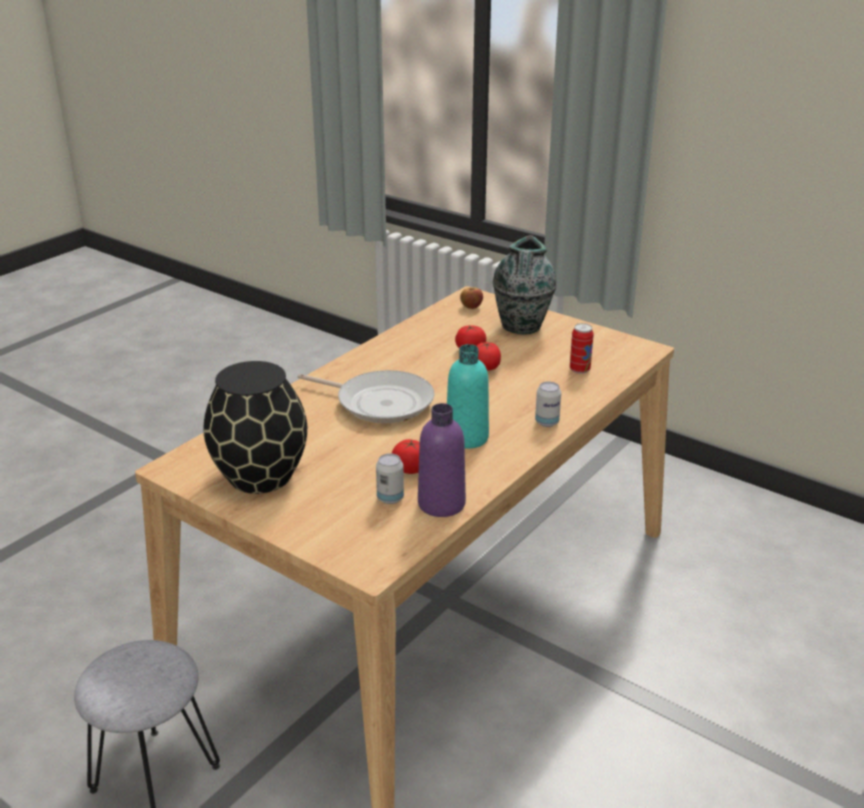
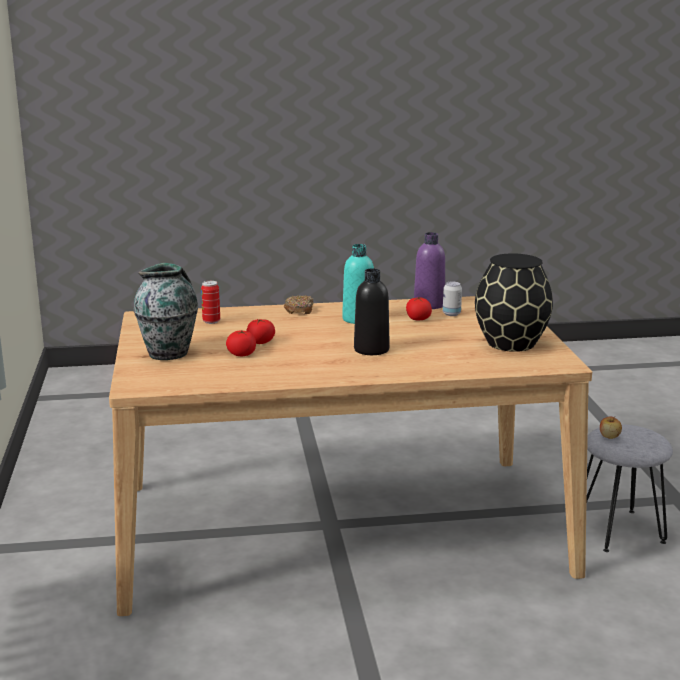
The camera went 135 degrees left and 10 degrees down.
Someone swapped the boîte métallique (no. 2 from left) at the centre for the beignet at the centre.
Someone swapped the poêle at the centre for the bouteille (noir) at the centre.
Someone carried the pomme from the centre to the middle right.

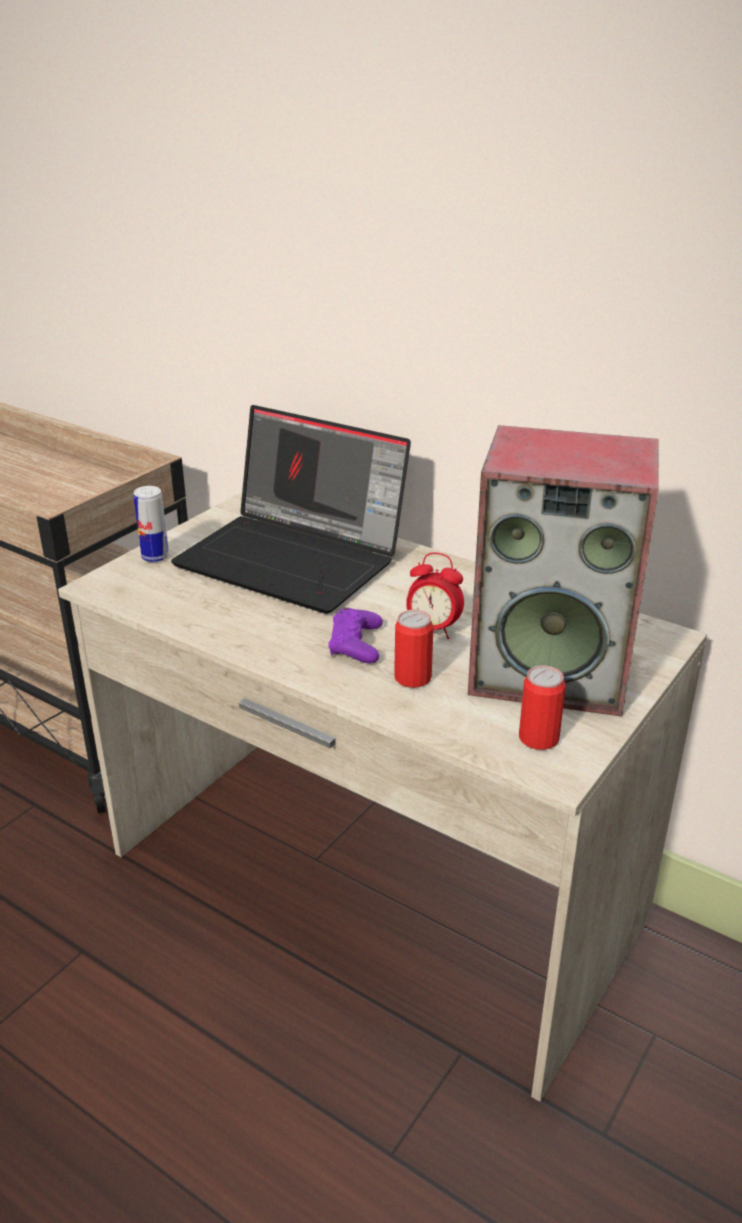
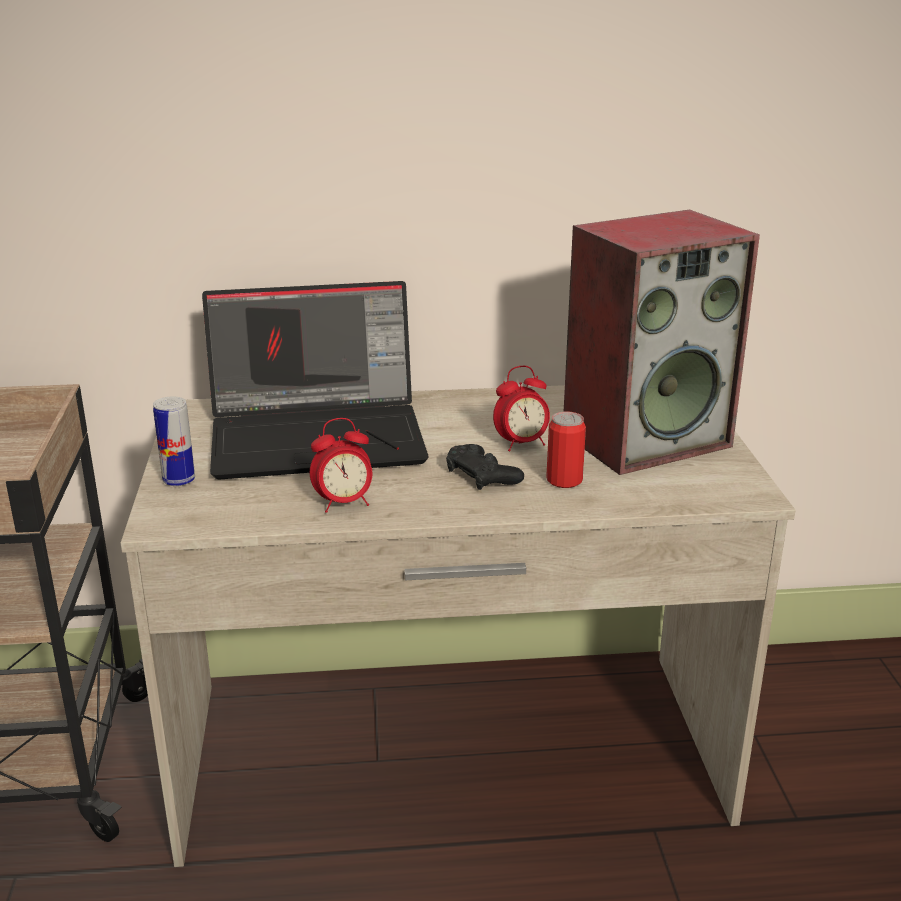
The camera went 40 degrees left and 5 degrees down.
Someone put down the réveil (no. 1 from left) at the centre.
Someone repainted the manette (violet) at the centre, which became the manette (noir) at the centre.
Someone took away the boîte métallique (no. 3 from left) at the middle right.

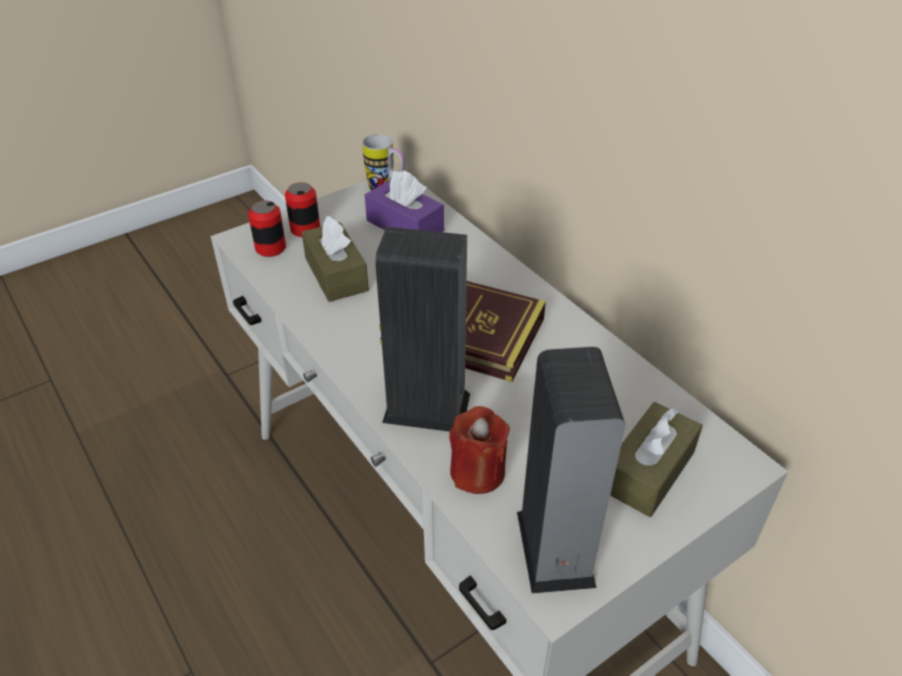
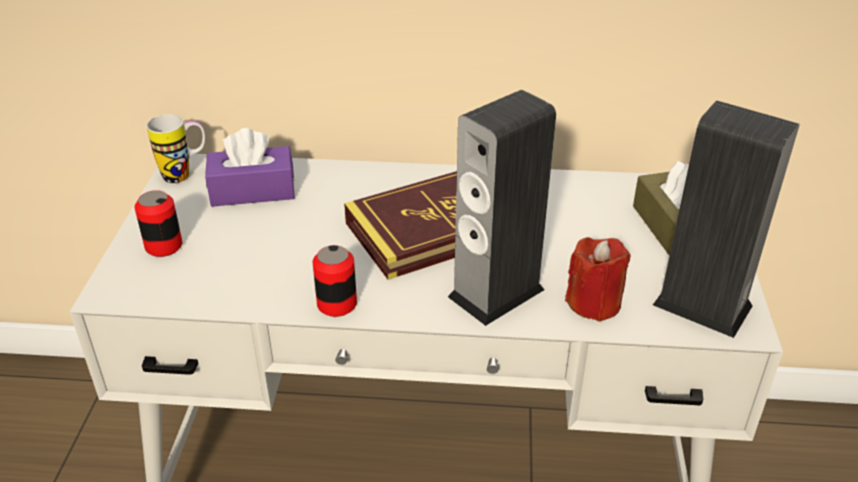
The camera went 50 degrees left and 5 degrees down.
Someone carried the boîte métallique (no. 1 from left in the first image) from the middle left to the centre.
Someone took away the boîte à mouchoirs (marron) (no. 1 from left) at the centre.

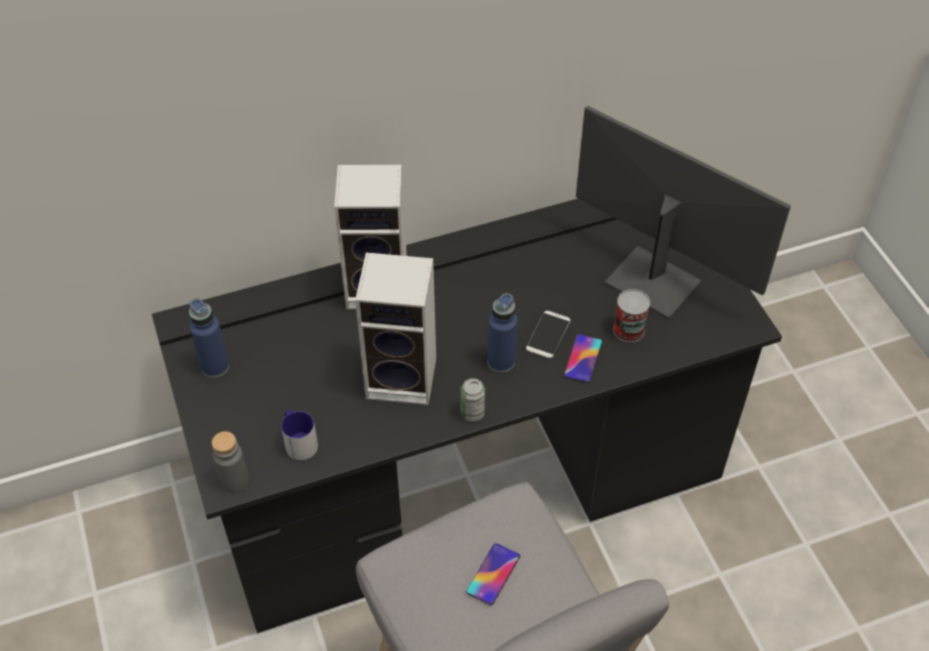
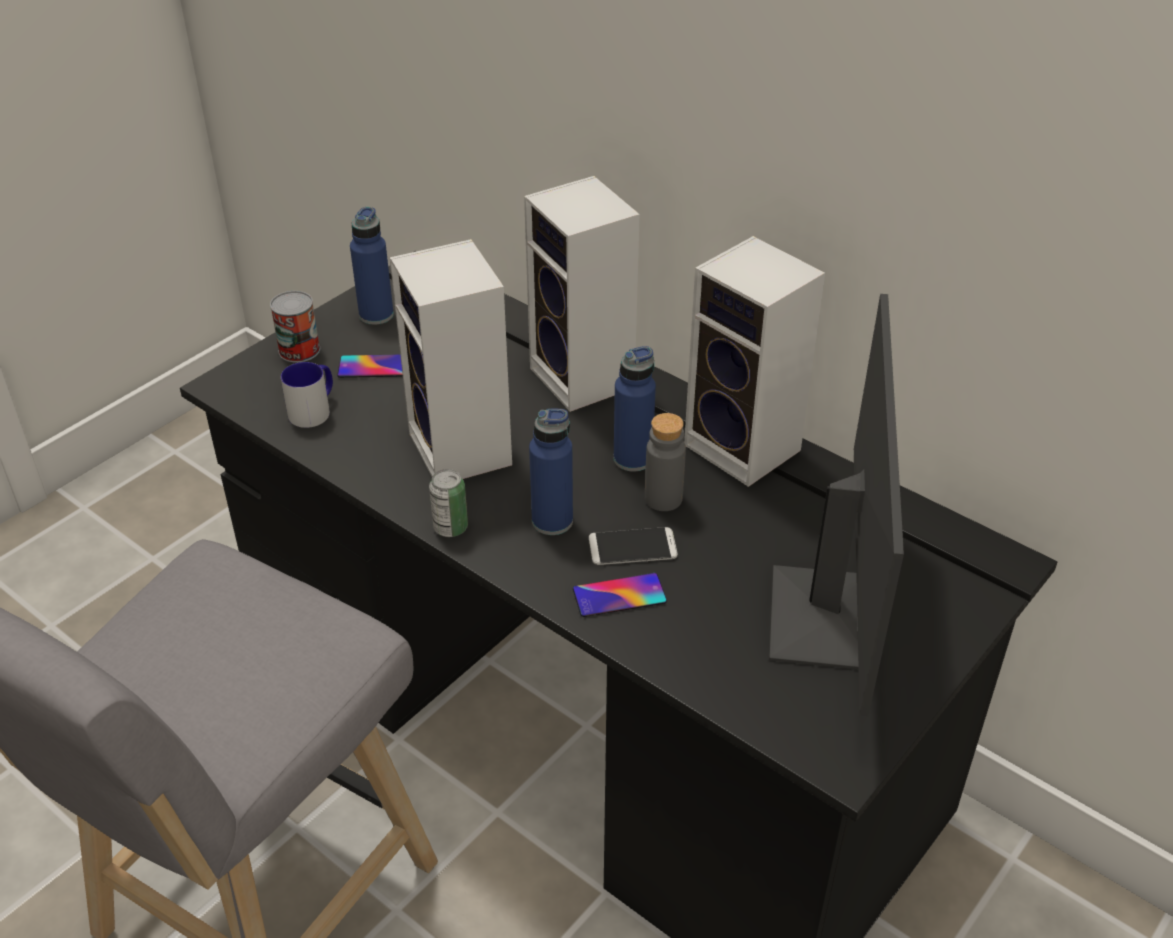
The camera went 60 degrees right and 10 degrees down.
Someone carried the boîte métallique (no. 2 from left in the first image) from the middle right to the middle left.
Someone carried the téléphone (no. 1 from left) from the bottom centre to the middle left.
Someone put down the bouteille (bleu) (no. 3 from left) at the centre.
Someone carried the bouteille (gris) from the bottom left to the centre.
Someone put down the enceinte (no. 3 from left) at the centre.

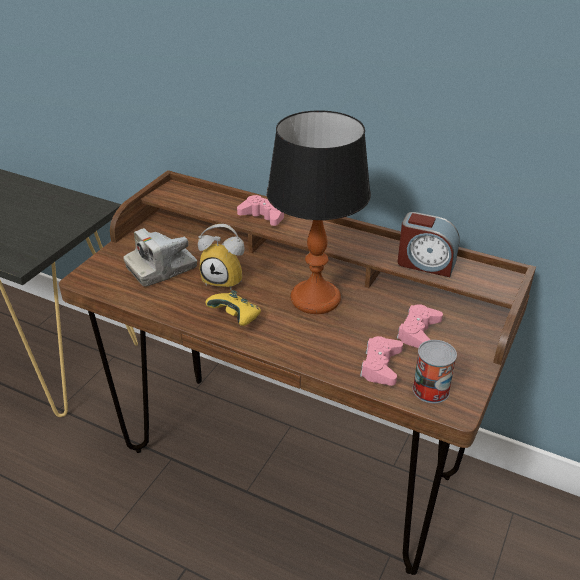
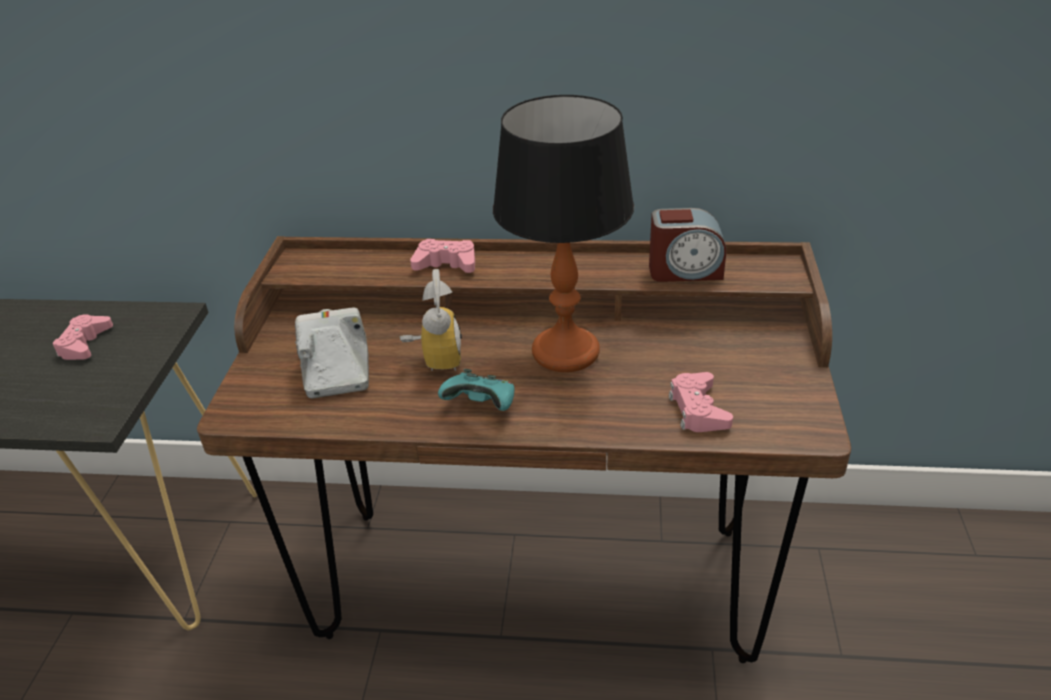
The camera went 20 degrees left and 0 degrees up.
Someone carried the manette (rose) (no. 3 from left in the first image) from the middle right to the middle left.
Someone rotated the appareil photo at the middle left by 135 degrees clockwise.
Someone rotated the réveil (no. 1 from left) at the centre by 90 degrees counterclockwise.
Someone repainted the manette (jaune) at the centre, which became the manette (turquoise) at the centre.
Someone took away the boîte métallique at the middle right.

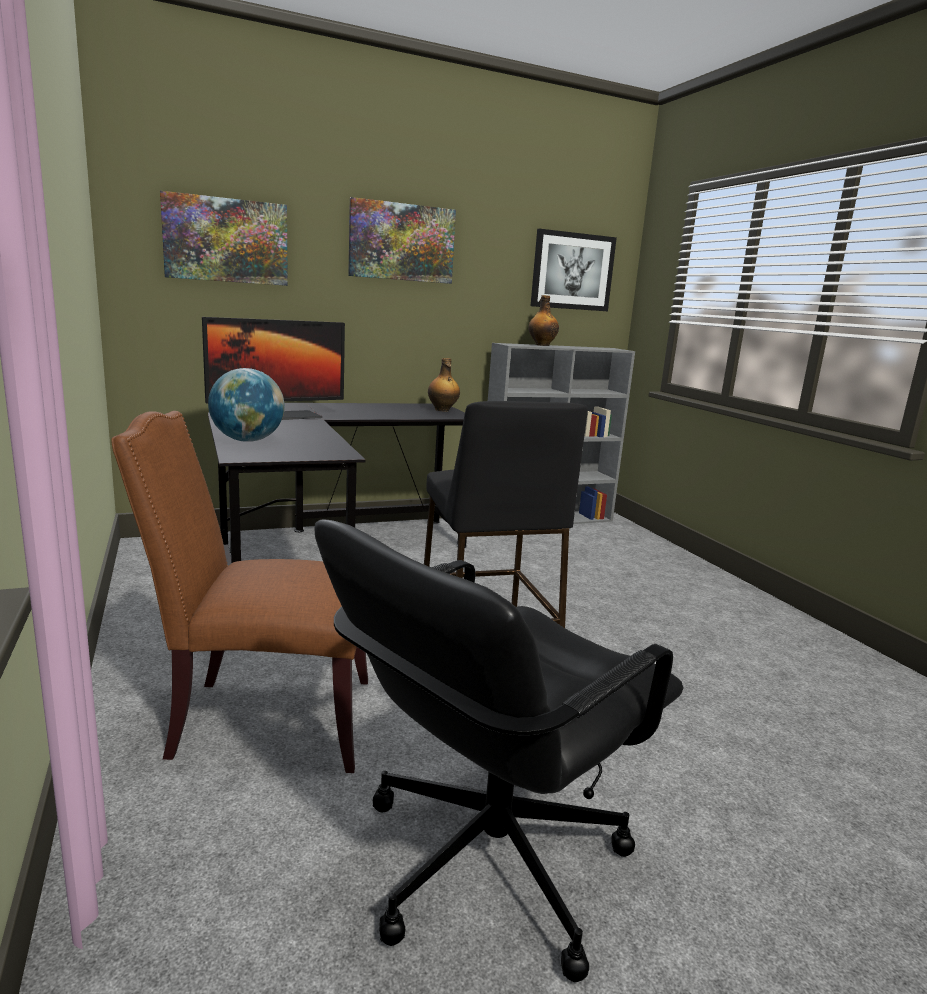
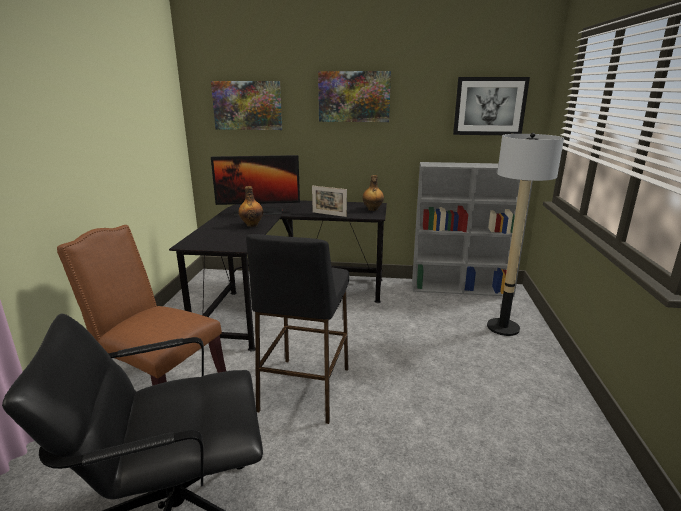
The camera went 30 degrees right and 5 degrees up.
Someone carried the bouteille (no. 2 from left in the first image) from the top centre to the centre.
Someone put down the cadre photo at the centre.
Someone put down the lampadaire at the middle right.
Someone took away the globe at the middle left.

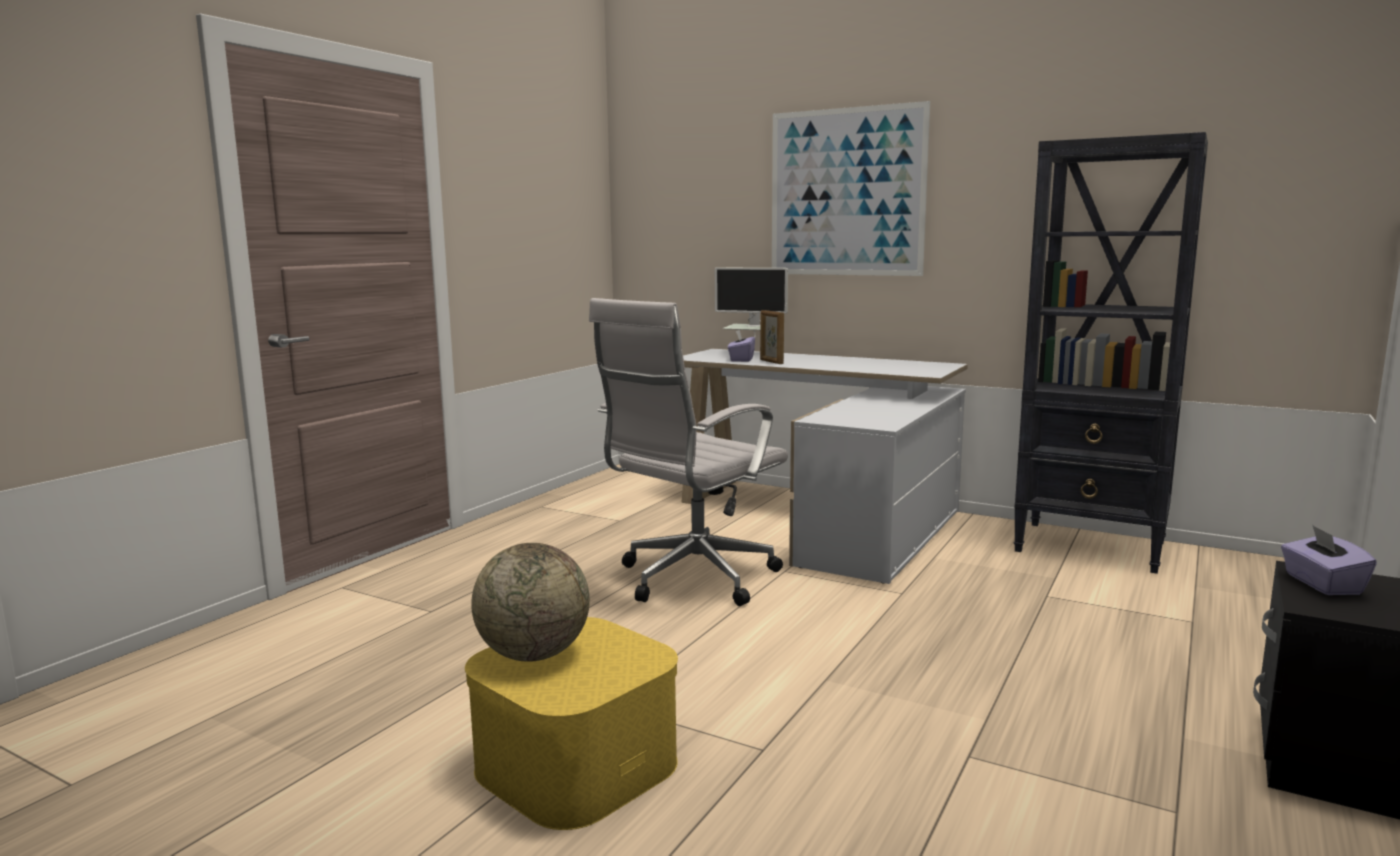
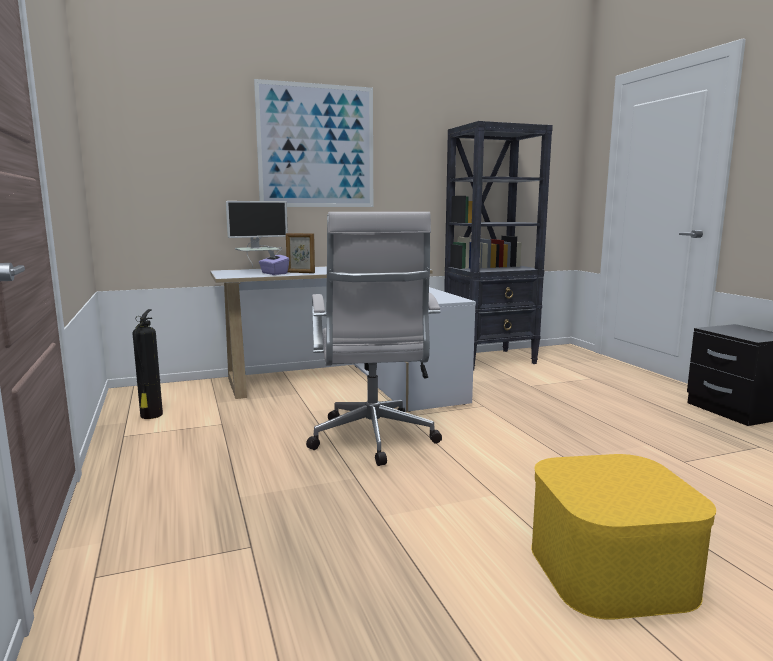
The camera went 50 degrees left and 0 degrees up.
Someone put down the extincteur at the middle left.
Someone took away the globe at the bottom centre.
Someone took away the boîte à mouchoirs (violet) (no. 2 from left) at the middle right.

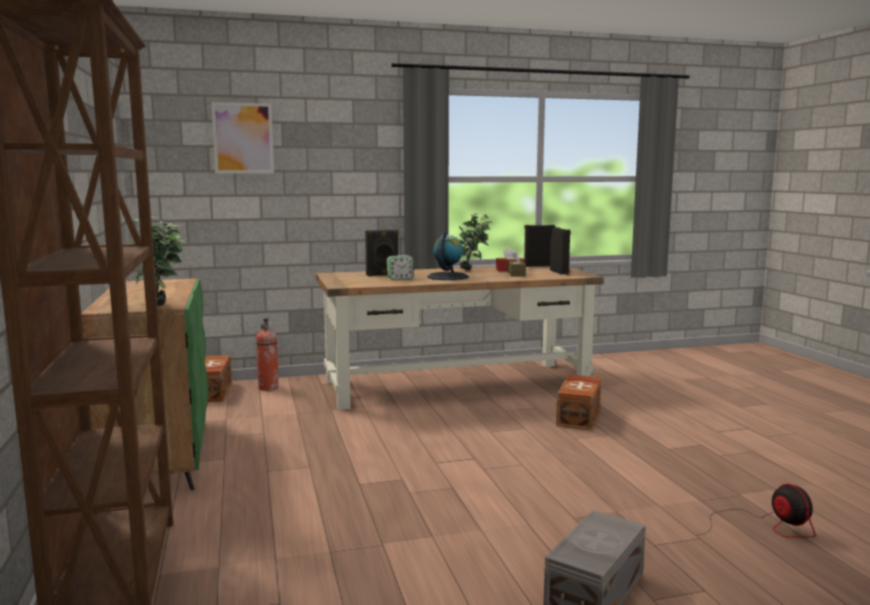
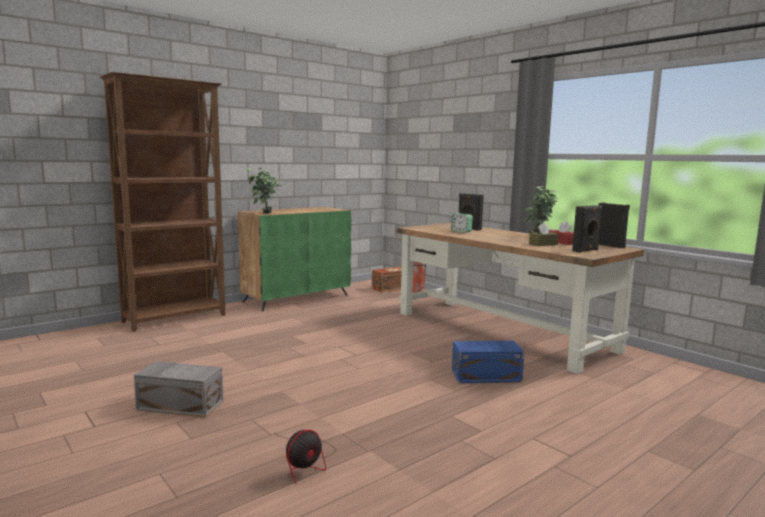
The camera went 65 degrees right and 0 degrees up.
Someone repainted the boîte de rangement (marron) (no. 2 from left) at the centre, which became the boîte de rangement (bleu) at the bottom centre.
Someone took away the tableau at the top left.
Someone took away the globe at the centre.

